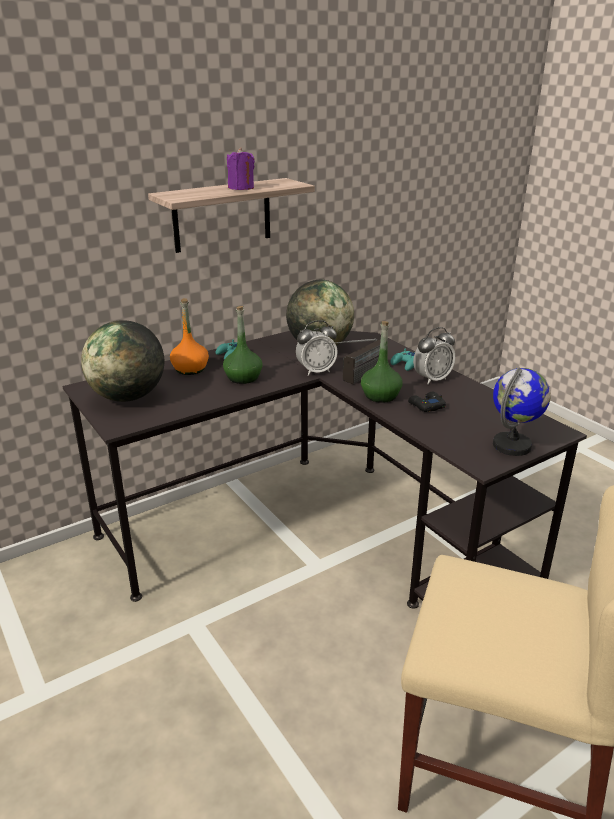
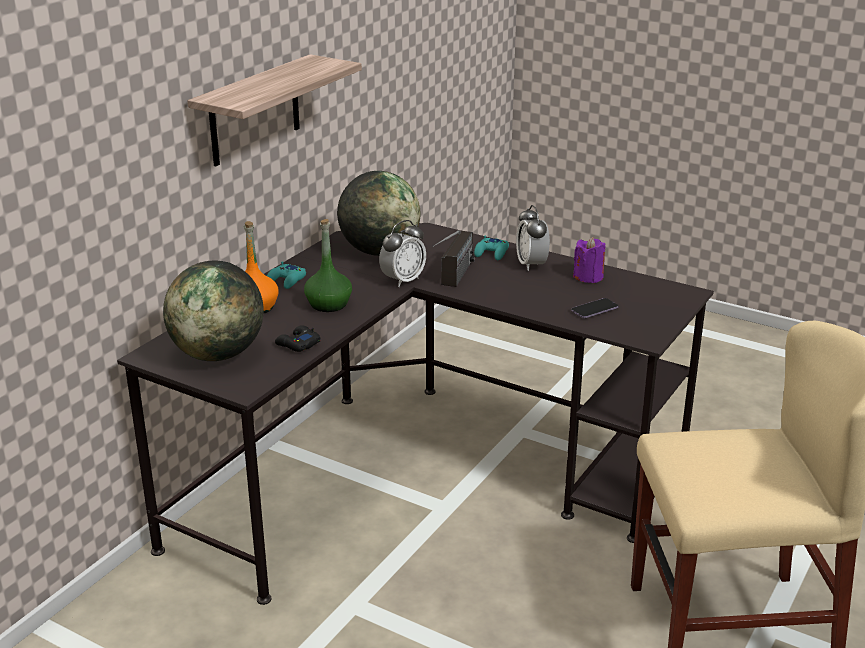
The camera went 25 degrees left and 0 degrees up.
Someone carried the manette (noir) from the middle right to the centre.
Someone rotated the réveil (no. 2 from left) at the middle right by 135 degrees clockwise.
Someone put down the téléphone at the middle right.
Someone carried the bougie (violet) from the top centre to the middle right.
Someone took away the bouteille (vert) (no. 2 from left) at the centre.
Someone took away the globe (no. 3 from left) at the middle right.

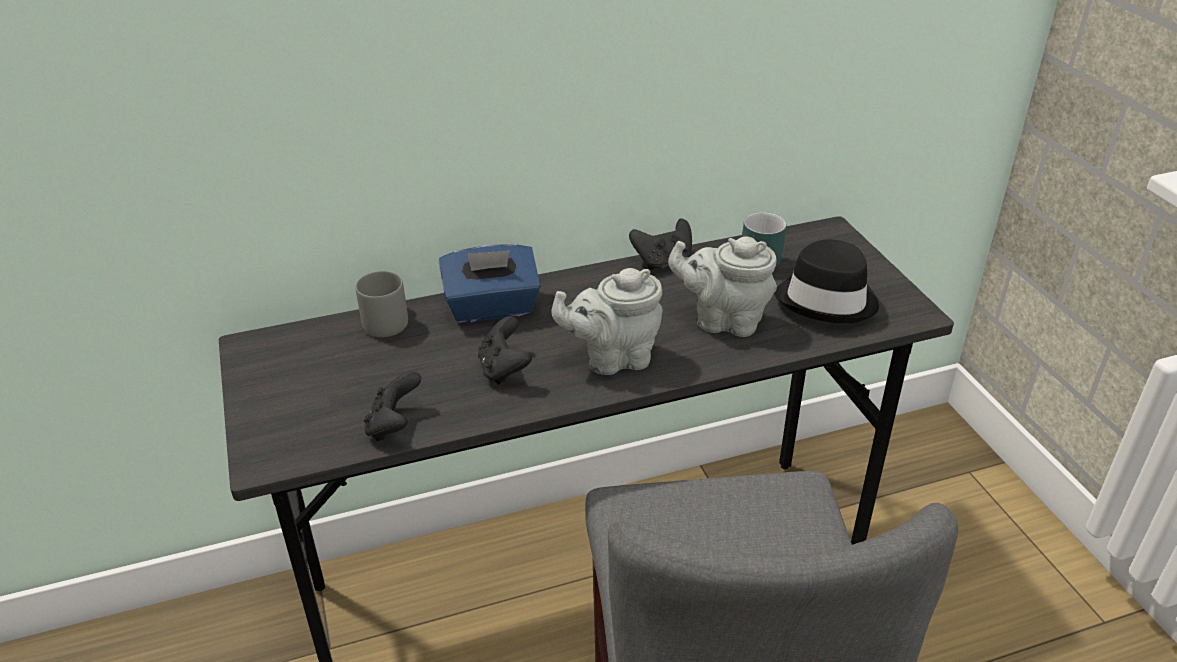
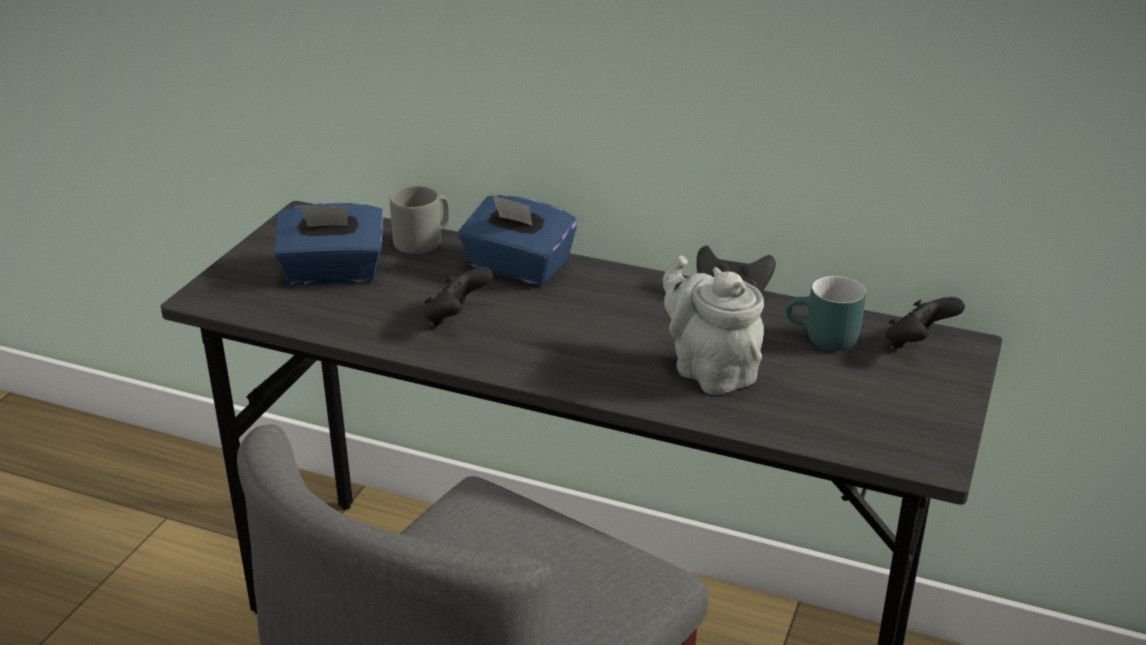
The camera went 40 degrees right and 5 degrees down.
Someone put down the boîte à mouchoirs (bleu) (no. 1 from left) at the middle left.
Someone carried the manette (noir) (no. 1 from left in the first image) from the middle left to the middle right.
Someone took away the théière (gris) (no. 1 from left) at the centre.
Someone took away the chapeau (noir) at the middle right.

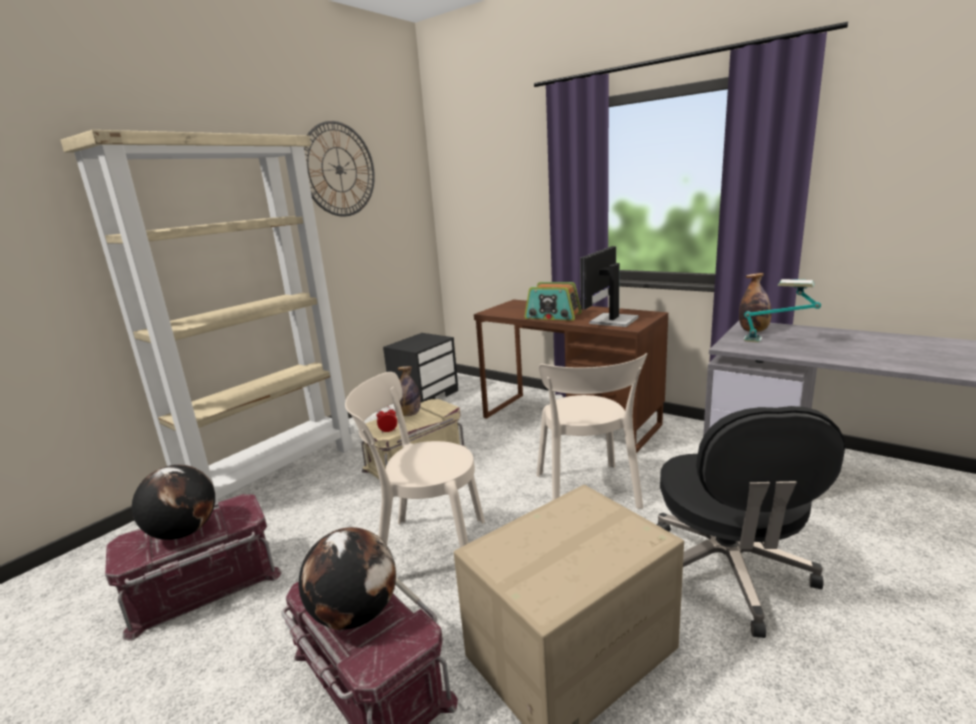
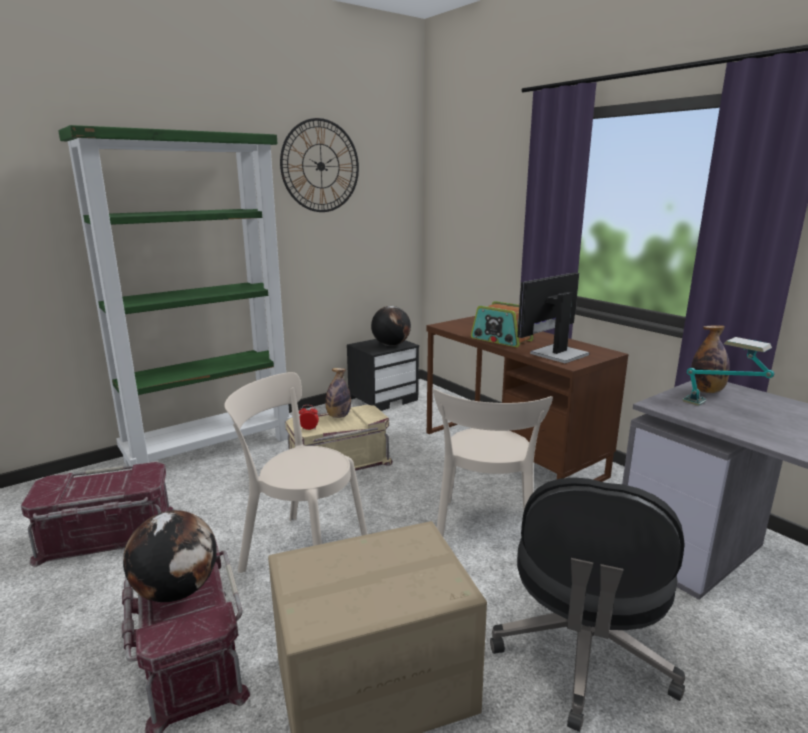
The camera went 15 degrees right and 0 degrees up.
Someone repainted the bibliothèque (beige) at the middle left, which became the bibliothèque (vert) at the middle left.
Someone carried the globe (no. 1 from left in the first image) from the bottom left to the centre.

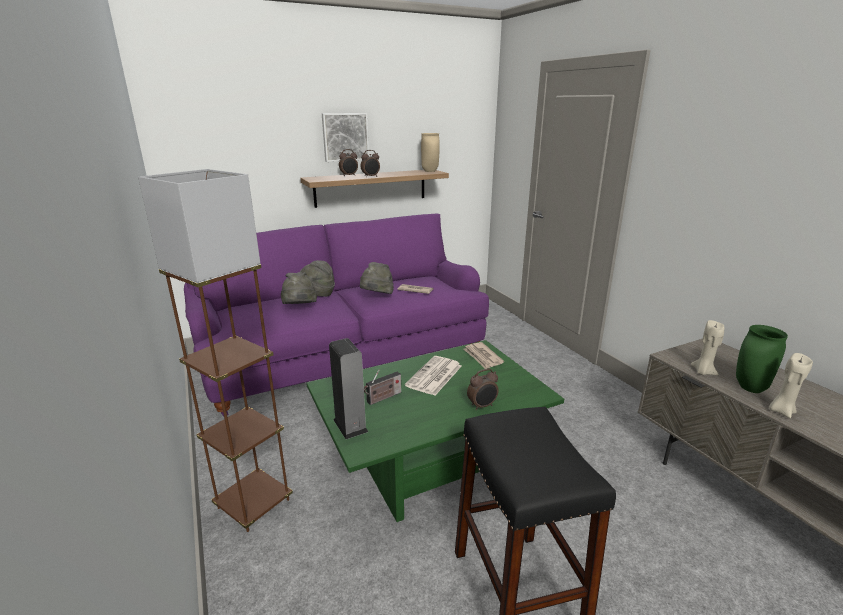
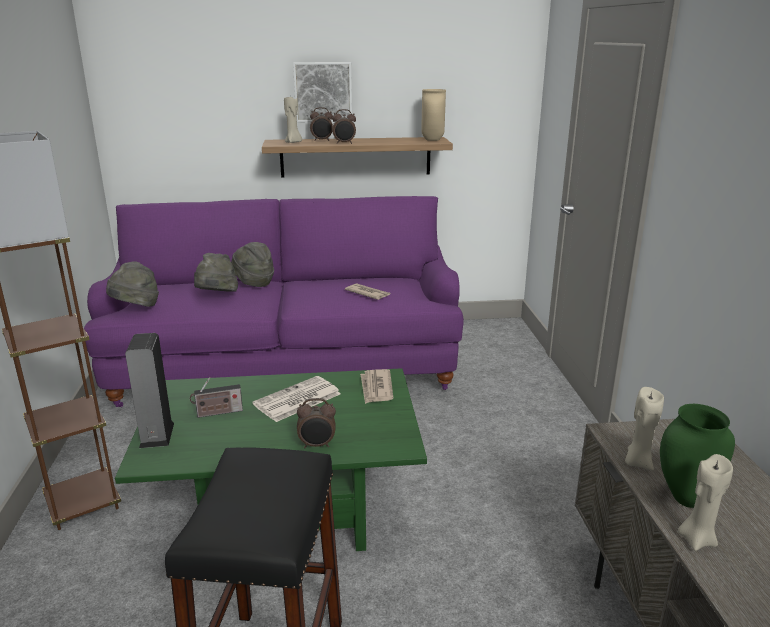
The camera went 20 degrees right and 0 degrees up.
Someone carried the chapeau (gris) (no. 3 from left in the first image) from the centre to the middle left.
Someone put down the bougie (beige) (no. 1 from left) at the top centre.

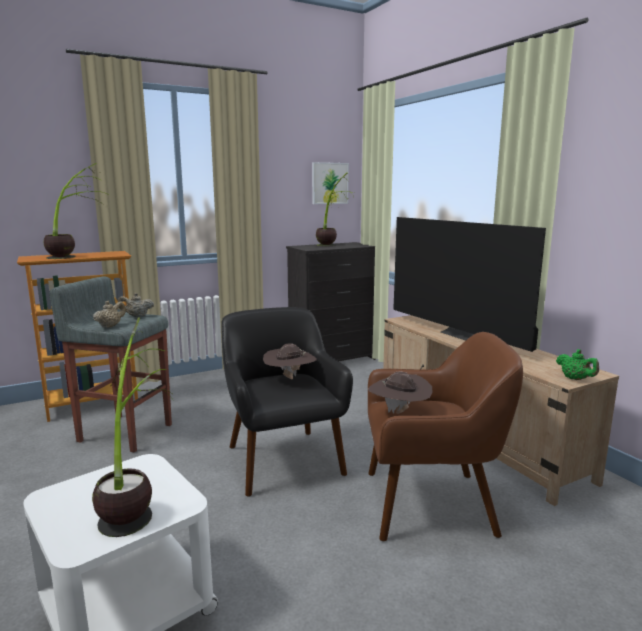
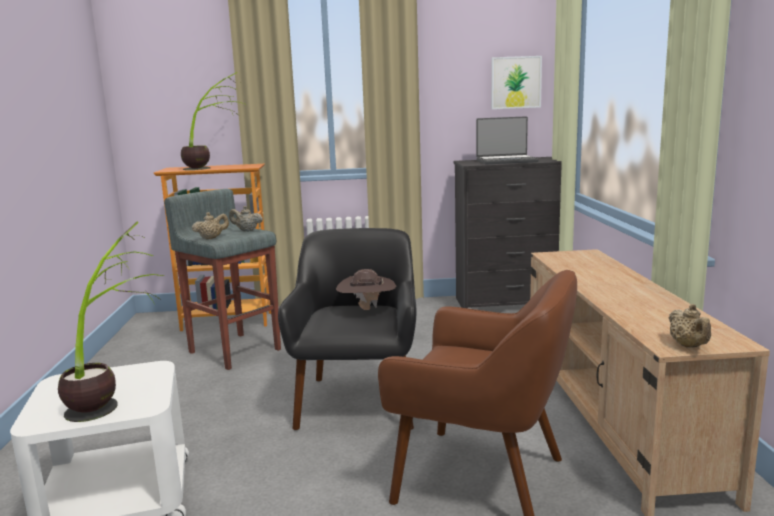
The camera went 25 degrees right and 0 degrees up.
Someone swapped the plante en pot (no. 3 from left) at the top centre for the ordinateur portable at the top centre.
Someone repainted the théière (vert) at the middle right, which became the théière (beige) (no. 3 from left) at the middle right.
Someone took away the chapeau (marron) (no. 2 from left) at the centre.
Someone took away the téléviseur at the middle right.

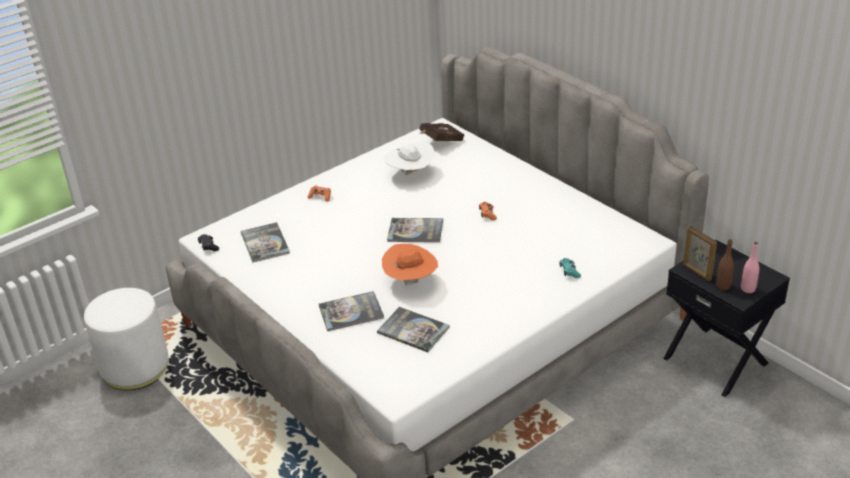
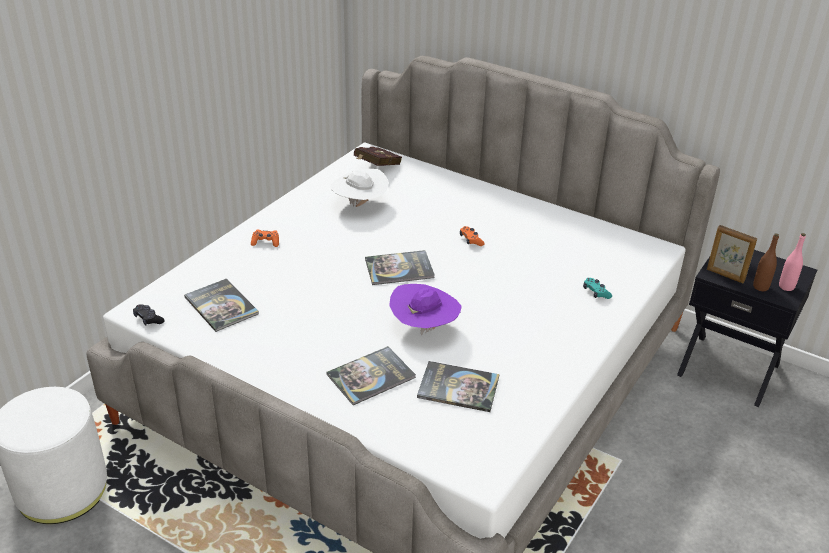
The camera went 20 degrees left and 0 degrees up.
Someone repainted the chapeau (orange) at the centre, which became the chapeau (violet) at the centre.

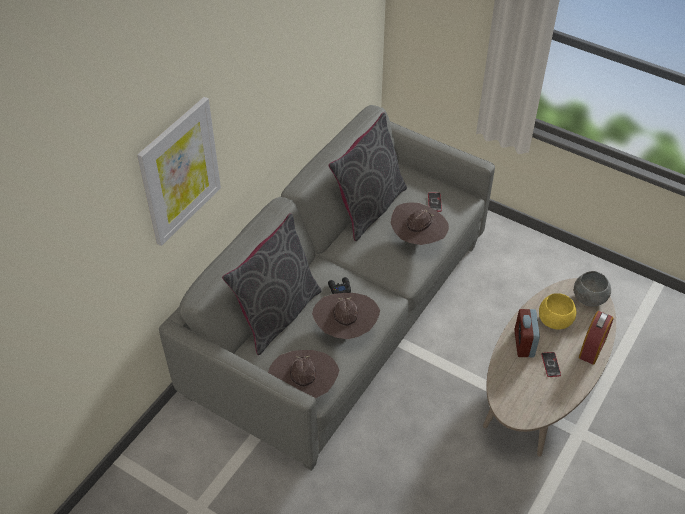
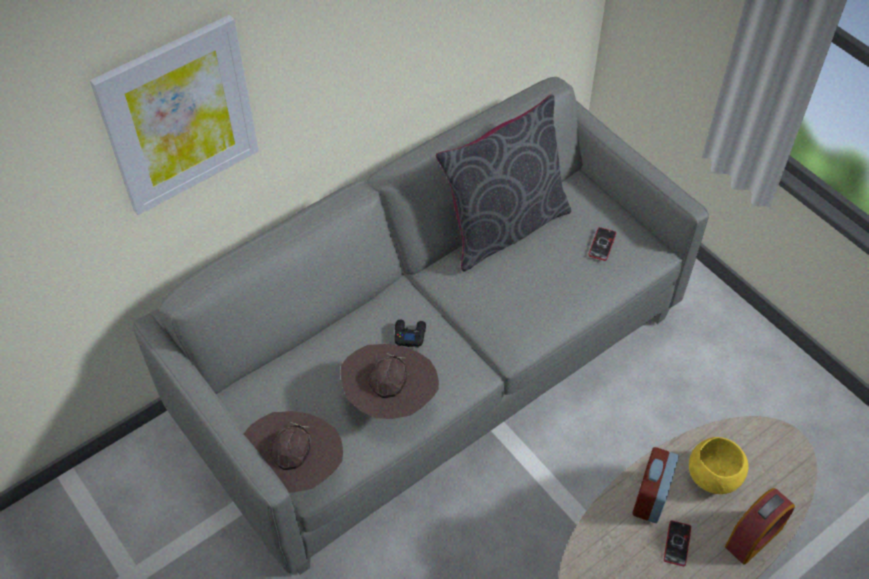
The camera went 20 degrees right and 5 degrees up.
Someone took away the coussin (gris) (no. 1 from left) at the centre.
Someone took away the chapeau (marron) (no. 3 from left) at the centre.
Someone took away the bol (gris) at the middle right.

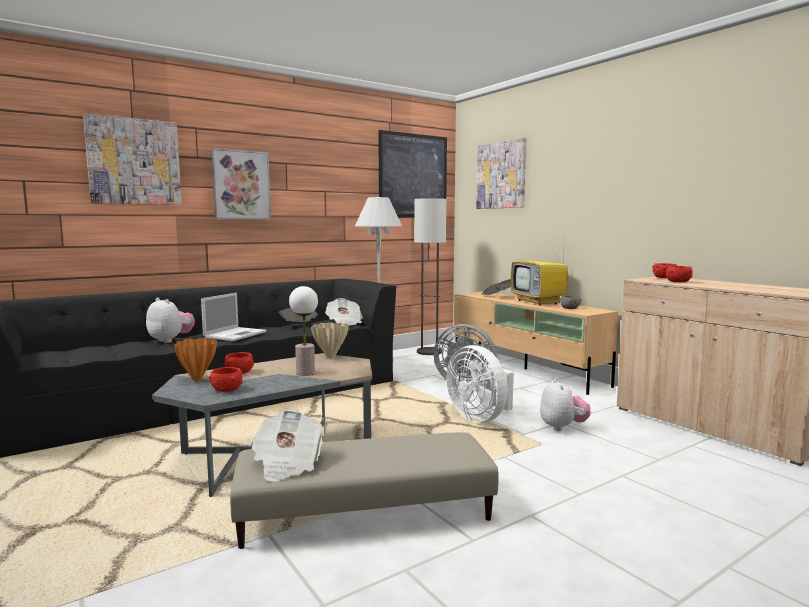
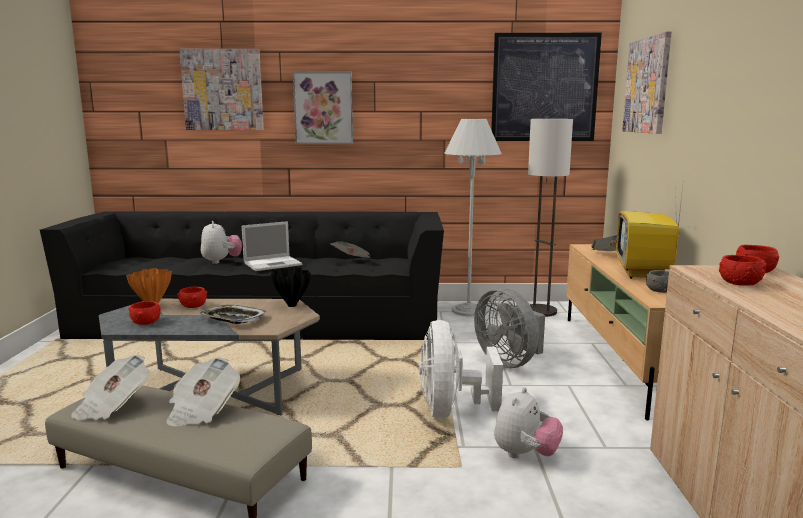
The camera went 35 degrees right and 5 degrees up.
Someone carried the journal (no. 3 from left in the first image) from the centre to the bottom left.
Someone swapped the lampe de table at the centre for the plateau at the middle left.
Someone repainted the vase (beige) at the centre, which became the vase (noir) at the centre.

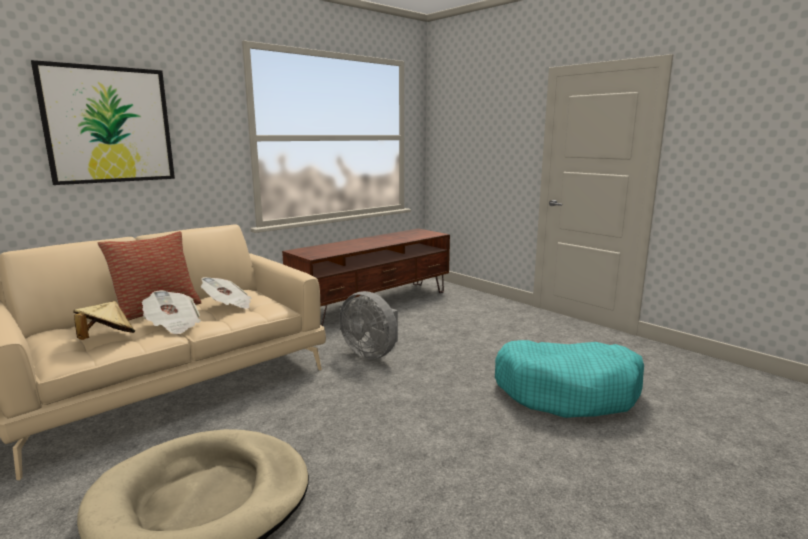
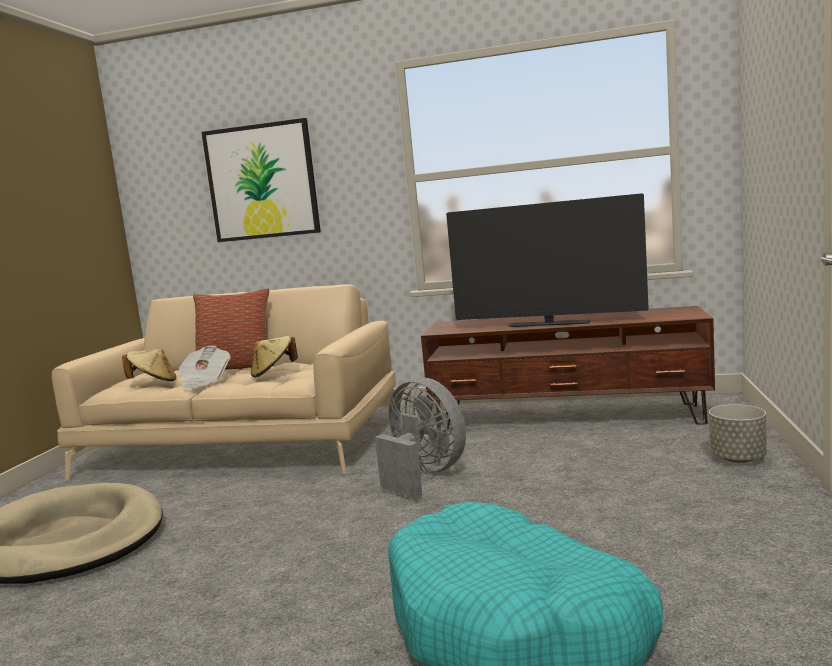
The camera went 55 degrees right and 5 degrees down.
Someone swapped the journal (no. 2 from left) at the middle left for the chapeau (beige) (no. 2 from left) at the middle left.
Someone rotated the ventilateur (gris) at the centre by 135 degrees clockwise.
Someone put down the téléviseur at the centre.
Someone put down the cache-pot (gris) at the middle right.

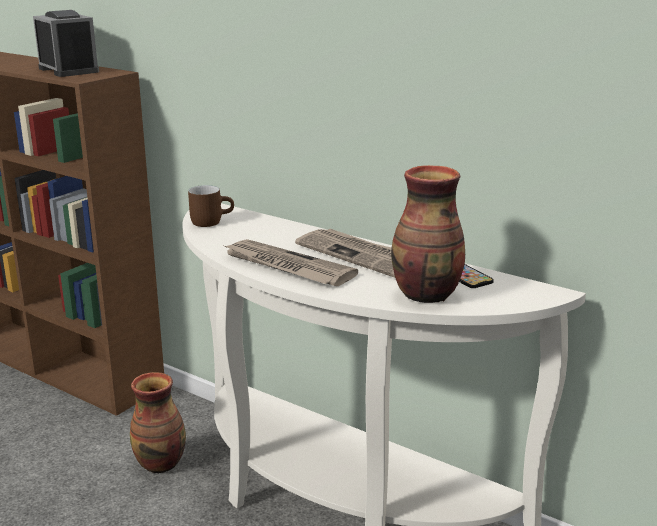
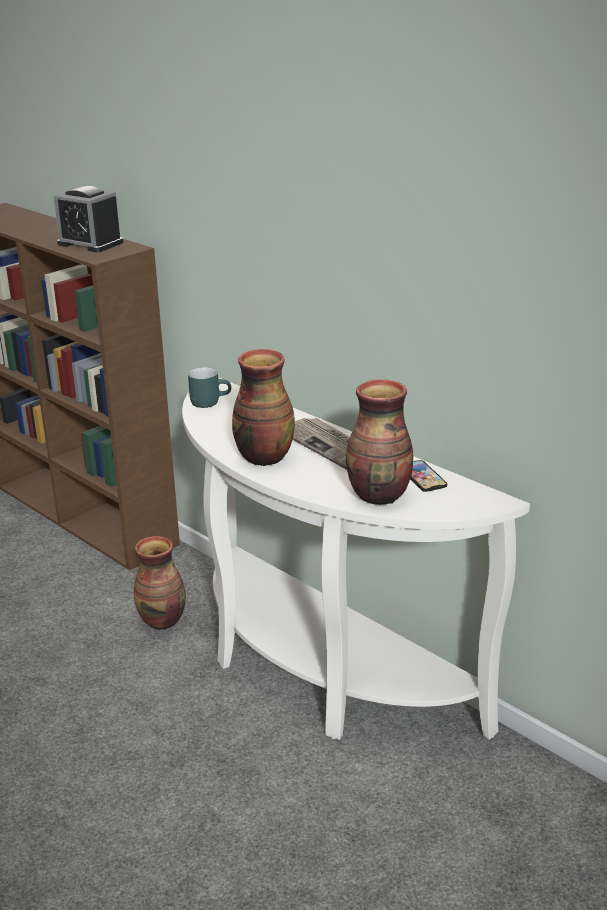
The camera went 10 degrees right and 5 degrees up.
Someone rotated the réveil at the top left by 150 degrees clockwise.
Someone repainted the mug (marron) at the middle left, which became the mug (turquoise) at the centre.
Someone swapped the journal (no. 1 from left) at the centre for the vase (no. 2 from left) at the centre.

